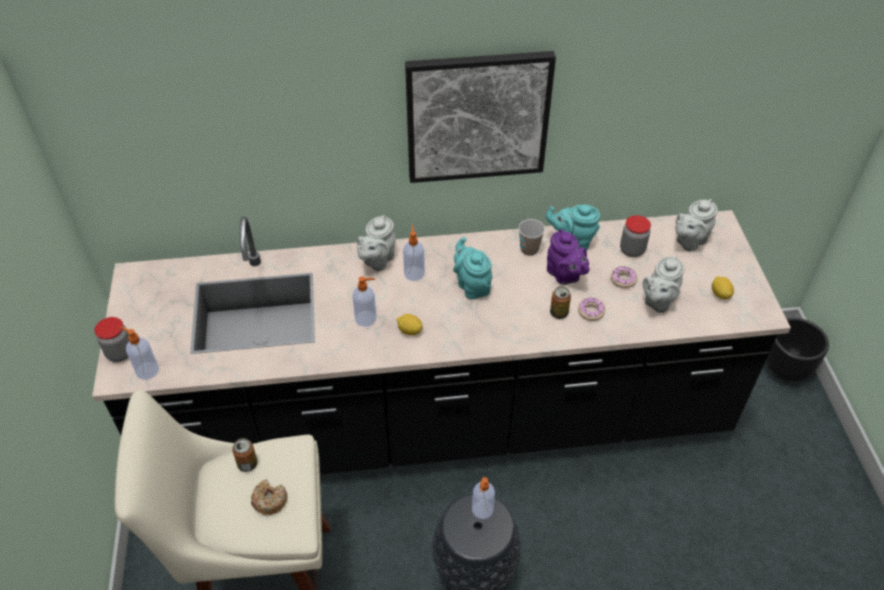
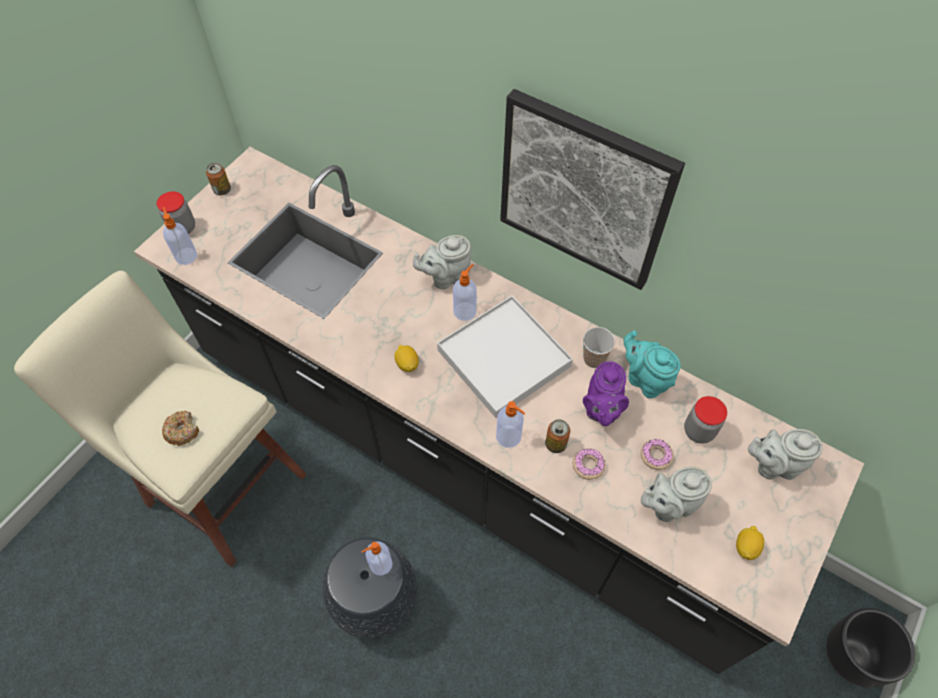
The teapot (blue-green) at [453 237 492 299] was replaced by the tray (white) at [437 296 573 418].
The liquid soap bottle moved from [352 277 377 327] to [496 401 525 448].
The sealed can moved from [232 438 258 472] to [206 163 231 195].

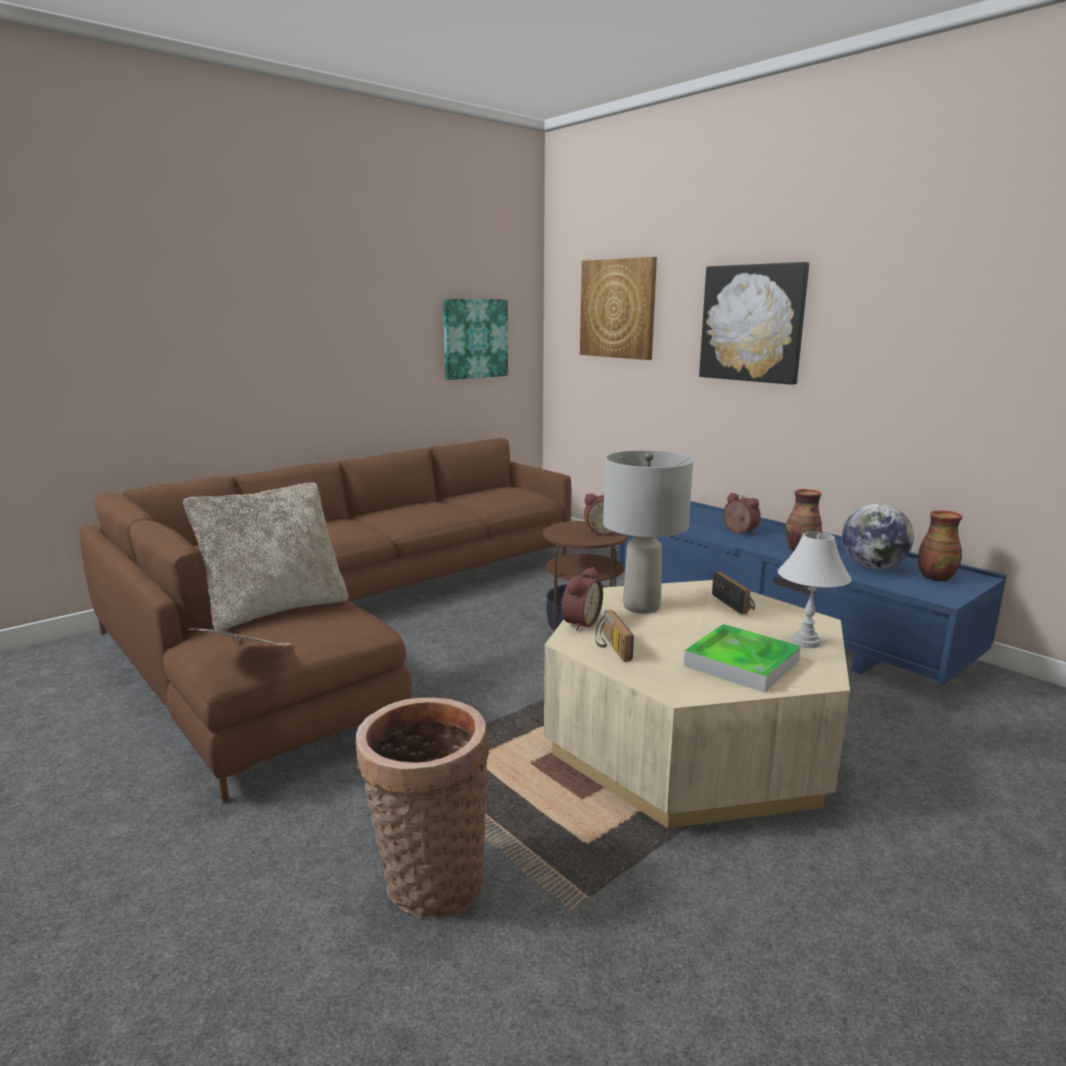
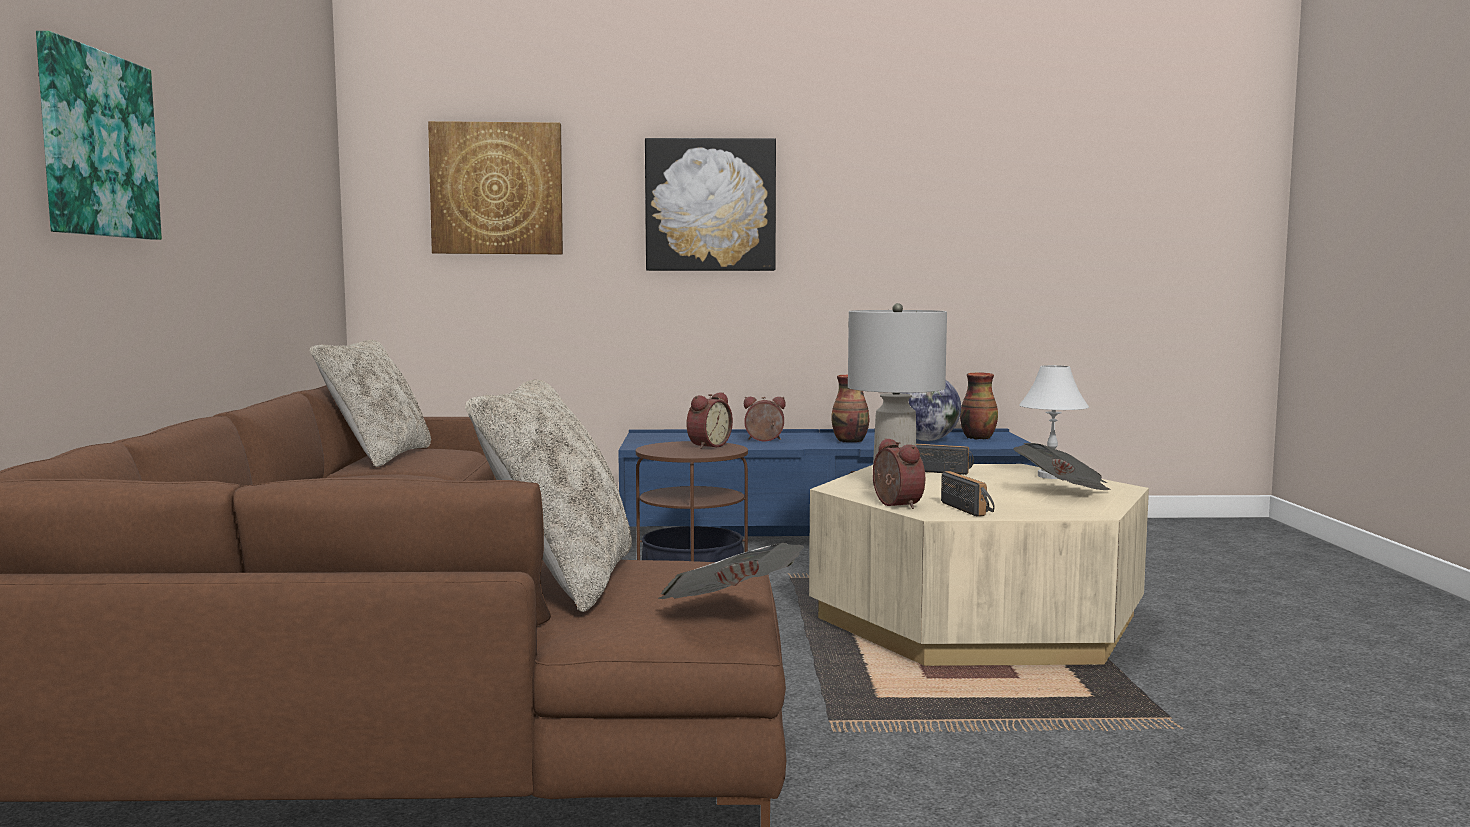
The wall picture moved from [443 299 508 380] to [36 31 162 240].
The radio receiver at [595 610 634 662] turned 135 degrees counterclockwise.
The tray at [684 624 801 693] was replaced by the newspaper at [1013 443 1111 490].
The household basket at [356 698 489 919] disappeared.
The pillow (beige-coloured) at [310 339 431 467] appeared.

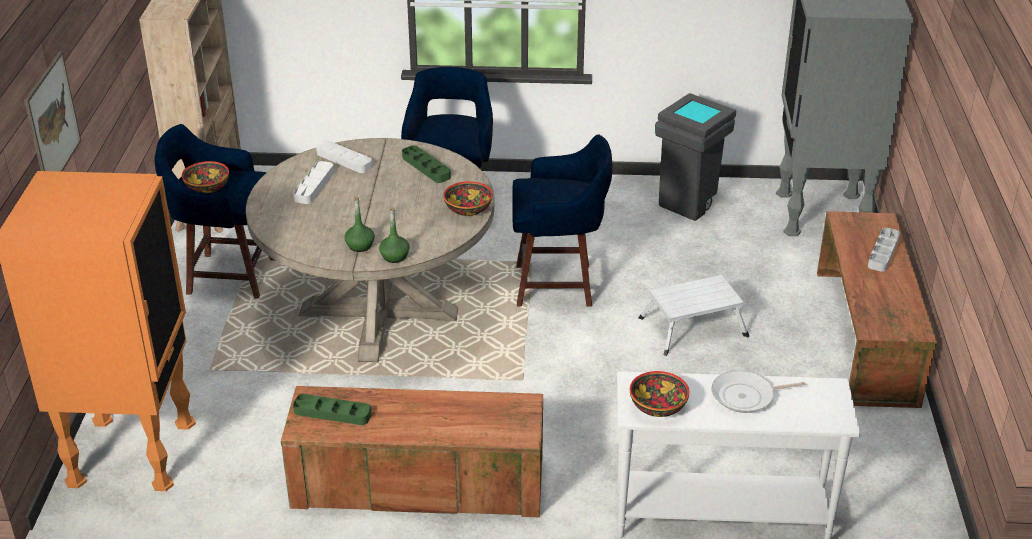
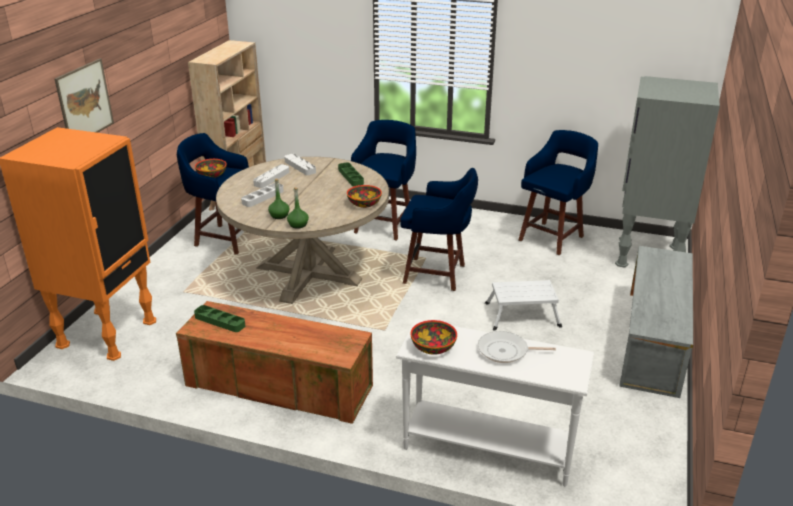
The trash can (gray) at [655 93 736 221] was replaced by the stool seat (blue) at [518 130 598 255].
The long seat (brownish) at [817 211 937 408] became the long seat (gray) at [619 246 693 398].
The tray (gray) moved from [868 228 900 272] to [241 183 284 207].

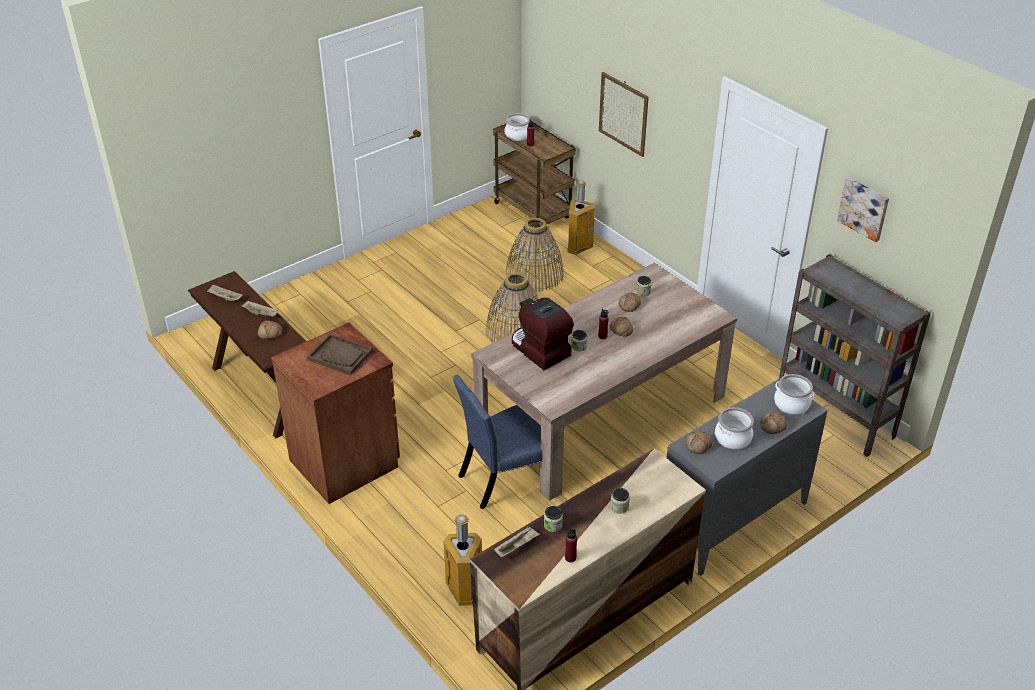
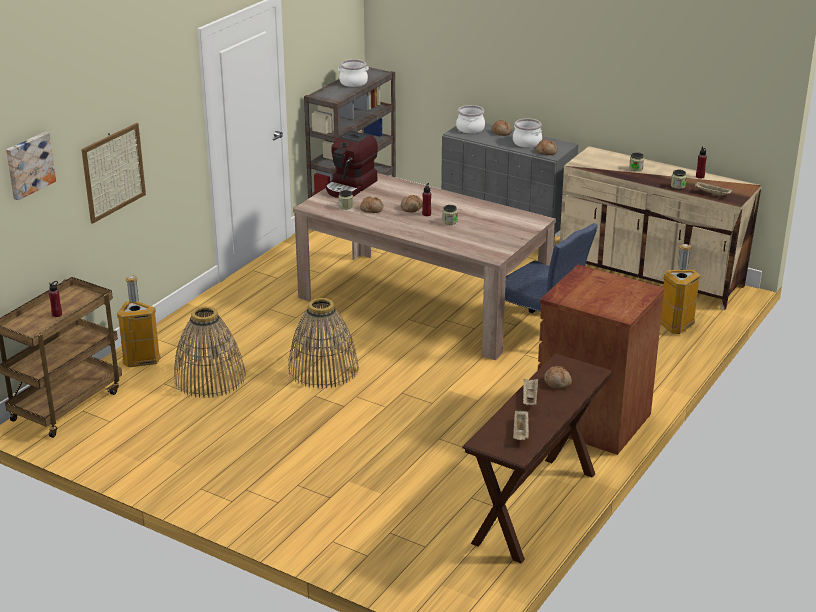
The stockpot moved from [505 113 530 141] to [338 59 369 87].
The wall picture moved from [837 178 889 242] to [6 132 56 200].
The coffee brewer moved from [512 298 574 370] to [325 130 378 198].
The tray (brownish) at [307 333 373 376] disappeared.

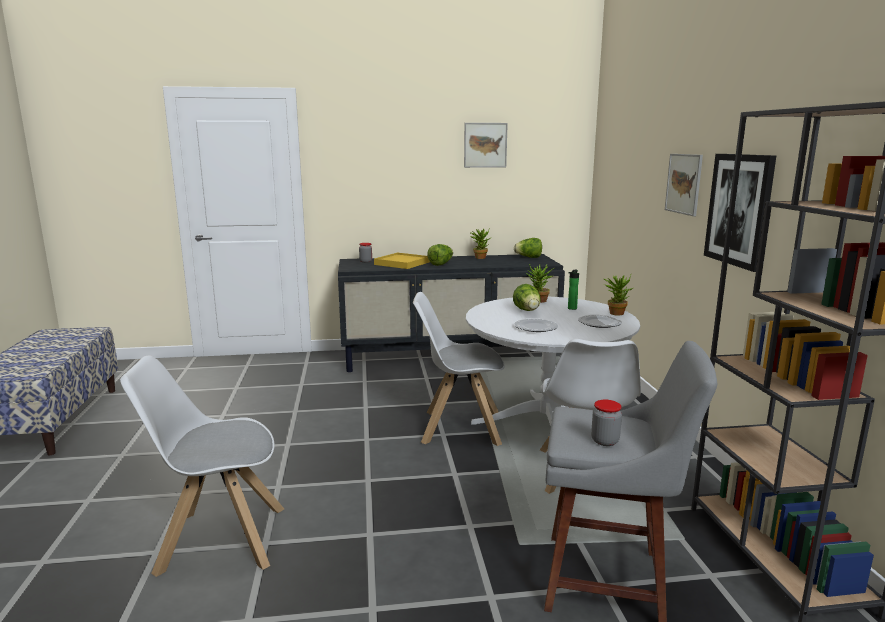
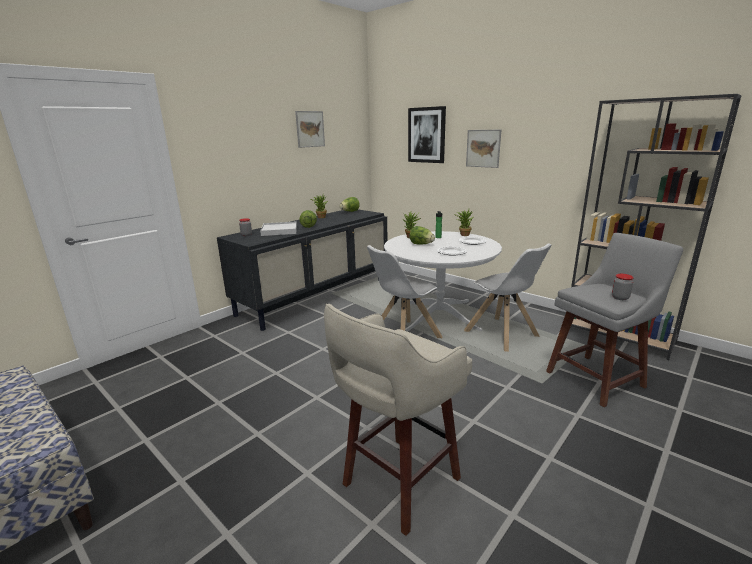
The wall picture moved from [704 154 776 272] to [408 106 446 163].
The tray (yellow) at [374 253 430 269] became the tray (white) at [260 222 297 236].
The chair at [120 356 284 577] was replaced by the stool seat (beige-coloured) at [324 304 472 536].

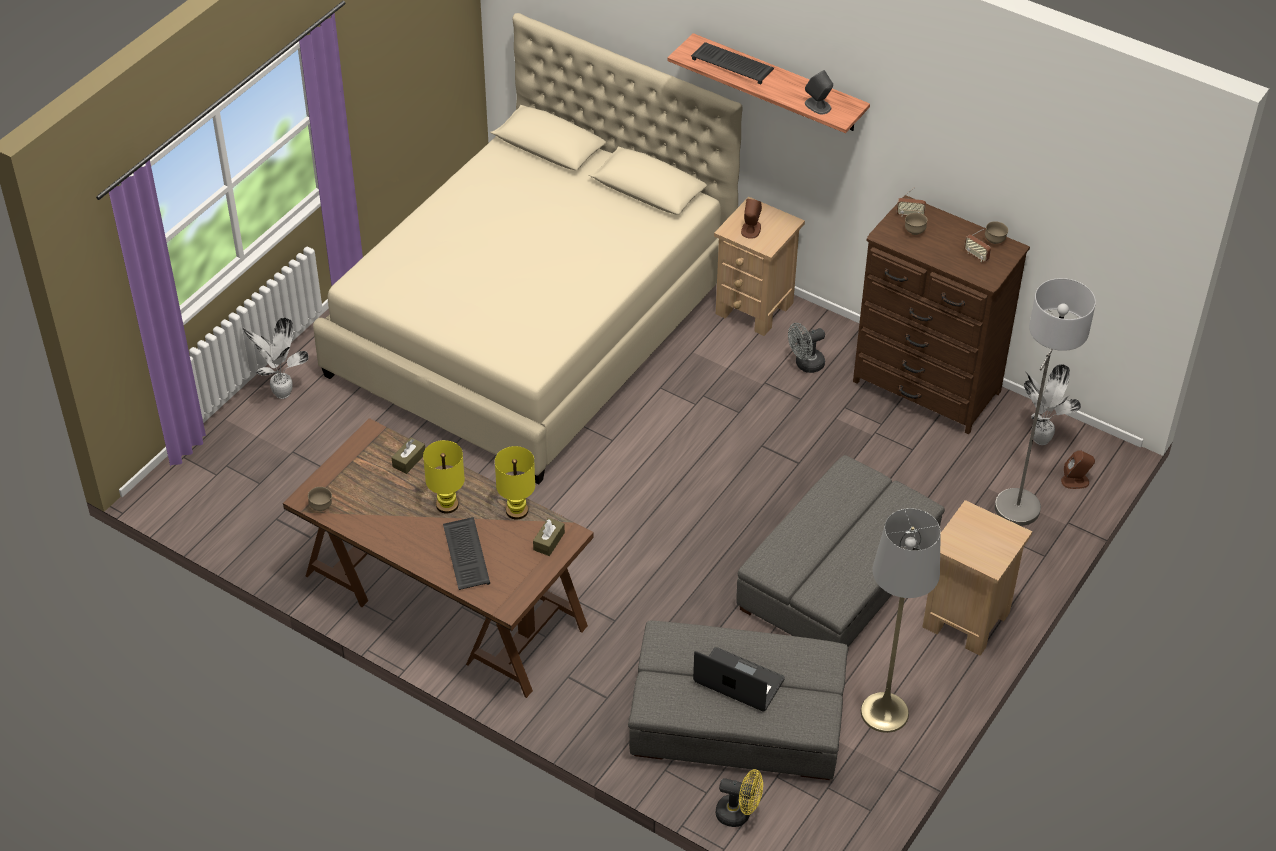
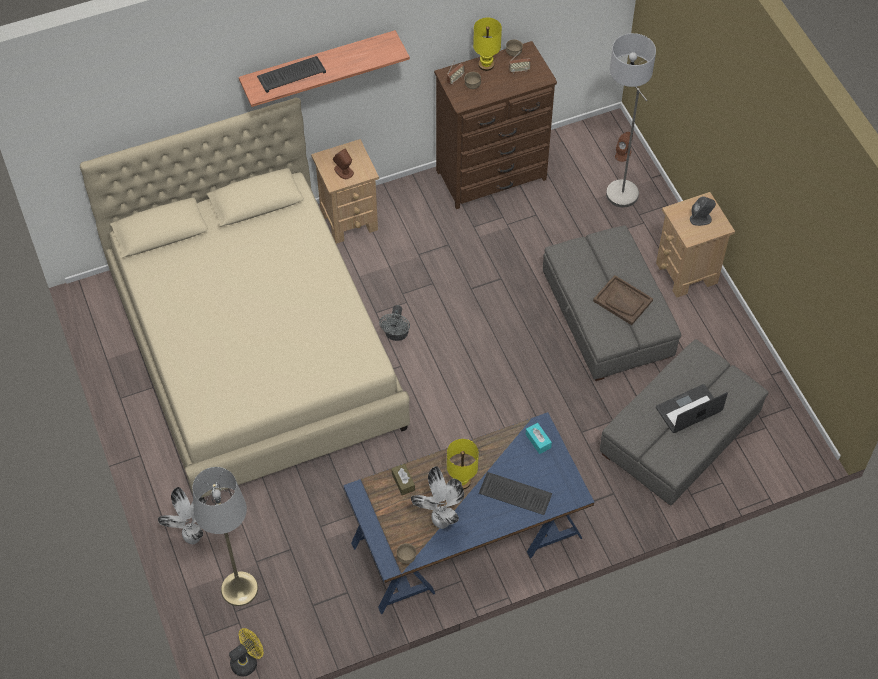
The loudspeaker (gray) moved from [805 70 833 114] to [690 196 716 226].
The fan (gray) moved from [788 323 825 373] to [379 305 410 341].
The houseplant moved from [1024 364 1081 445] to [411 466 464 529].
The desk unit (brownish) at [283 418 594 698] became the desk unit (blue) at [344 412 594 614].
The table lamp (yellow) moved from [495 446 535 519] to [473 18 502 71].
The floor lamp (gray) moved from [861 508 941 733] to [192 467 258 606].
The box of tissues (brownish) at [533 518 565 556] became the box of tissues (blue-green) at [525 423 552 454].
The fan (yellow) moved from [716 769 763 827] to [229 628 264 676].
The tray (brownish) at [593 275 653 325] appeared.

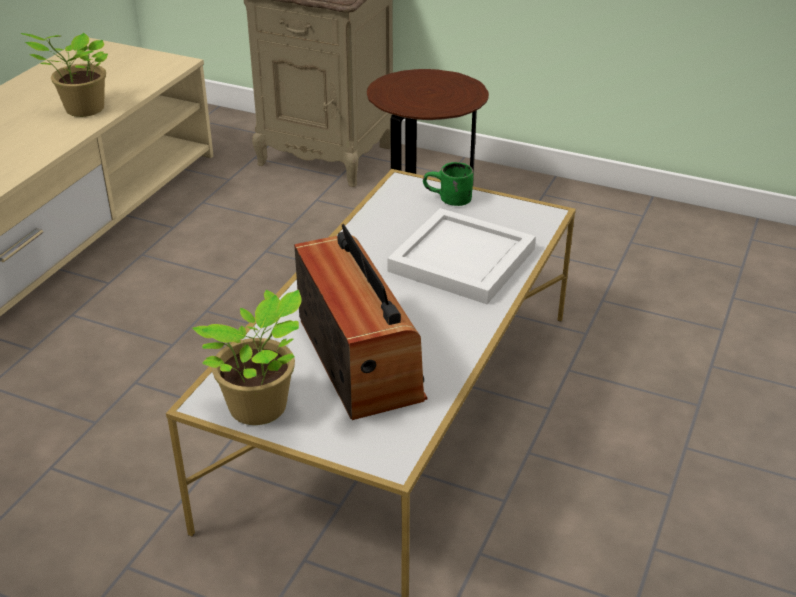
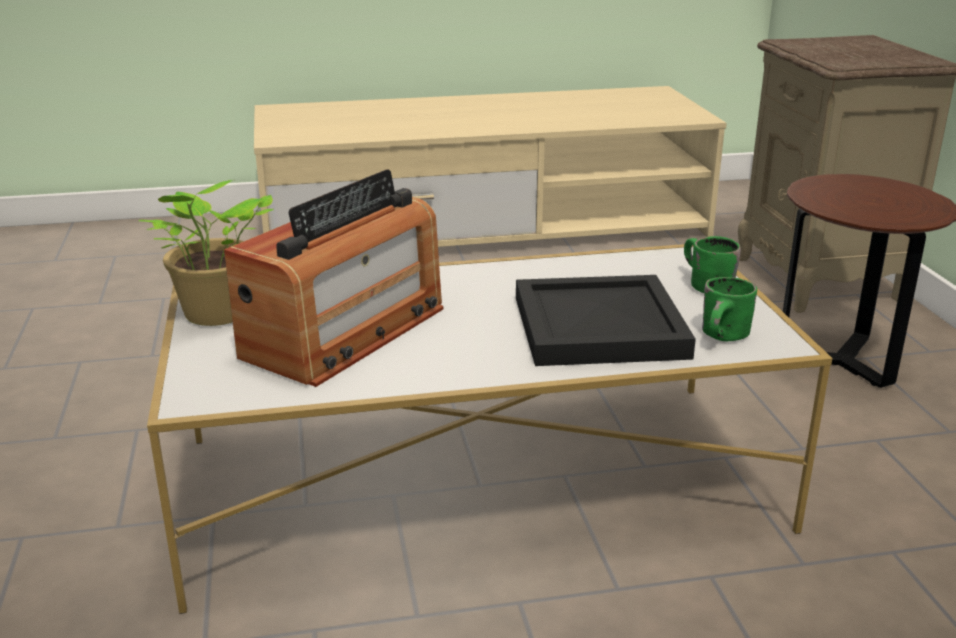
The houseplant at [20 33 108 117] disappeared.
The tray (white) at [387 208 536 304] became the tray (black-coloured) at [516 275 696 366].
The tea mug (green-coloured) at [702 277 757 341] appeared.

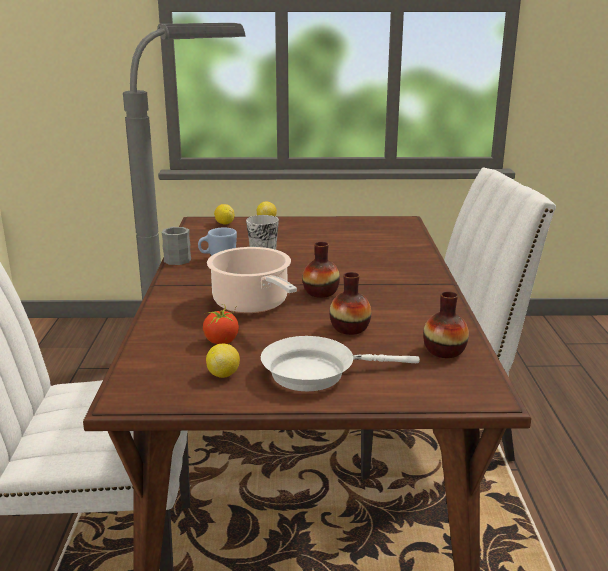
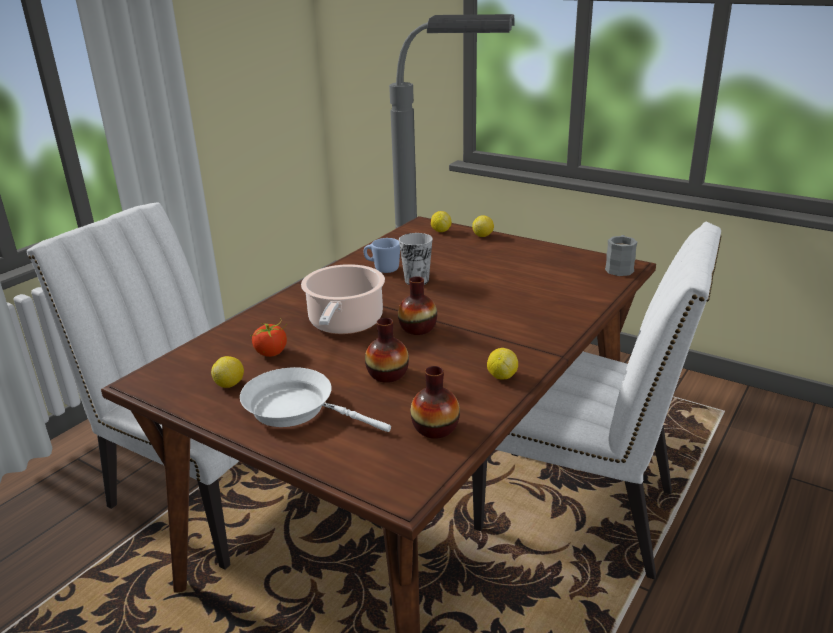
The tea mug (gray) moved from [161 227 191 265] to [605 235 638 276].
The whole lemon at [487 348 518 379] appeared.

